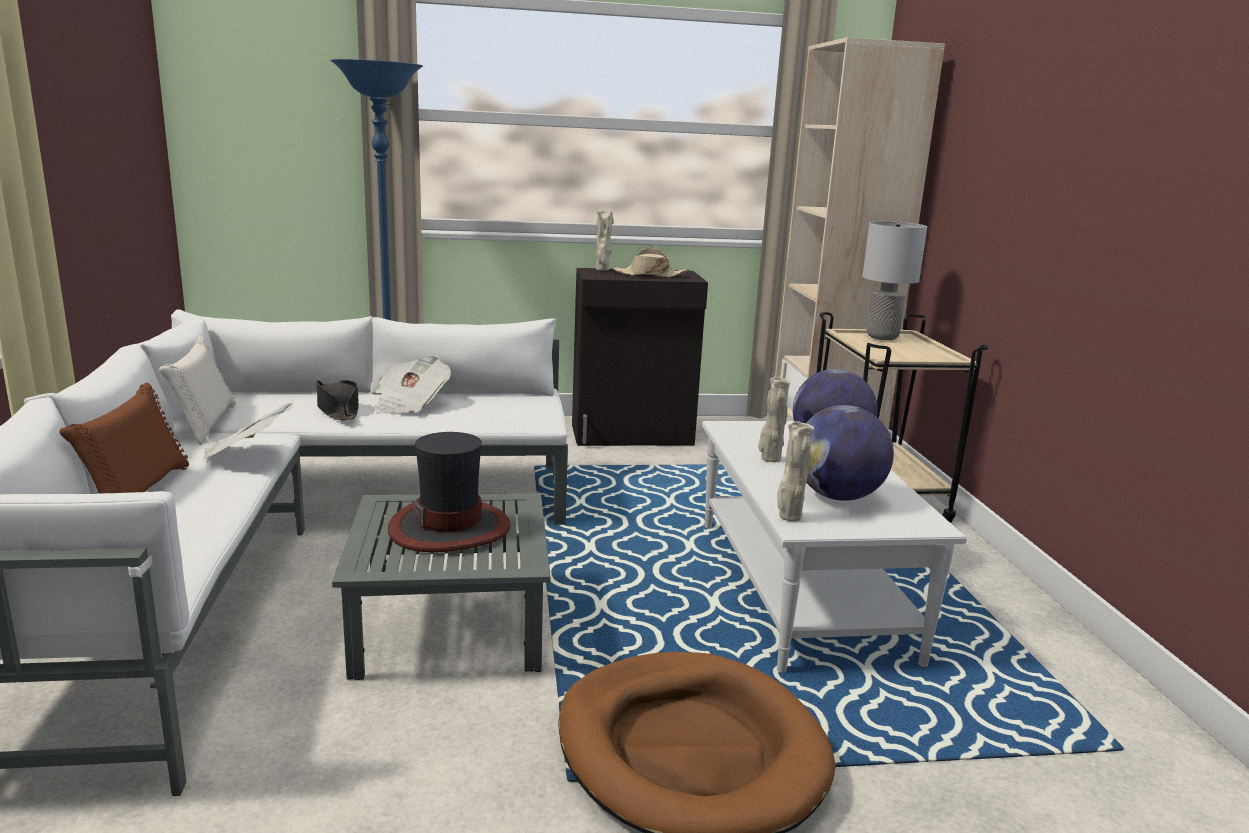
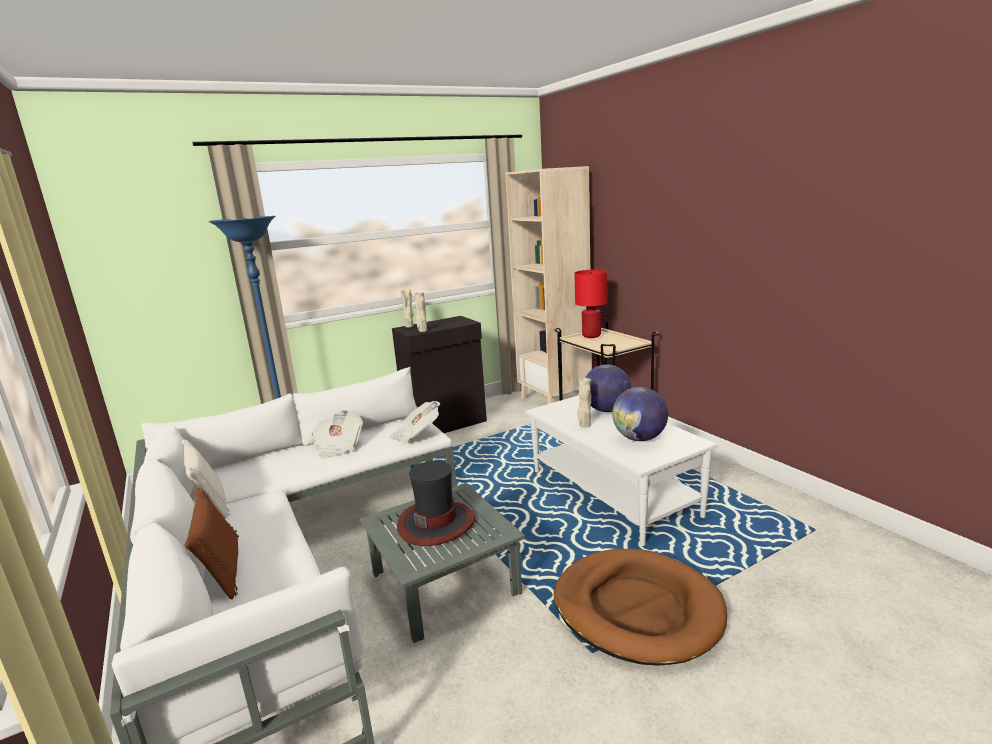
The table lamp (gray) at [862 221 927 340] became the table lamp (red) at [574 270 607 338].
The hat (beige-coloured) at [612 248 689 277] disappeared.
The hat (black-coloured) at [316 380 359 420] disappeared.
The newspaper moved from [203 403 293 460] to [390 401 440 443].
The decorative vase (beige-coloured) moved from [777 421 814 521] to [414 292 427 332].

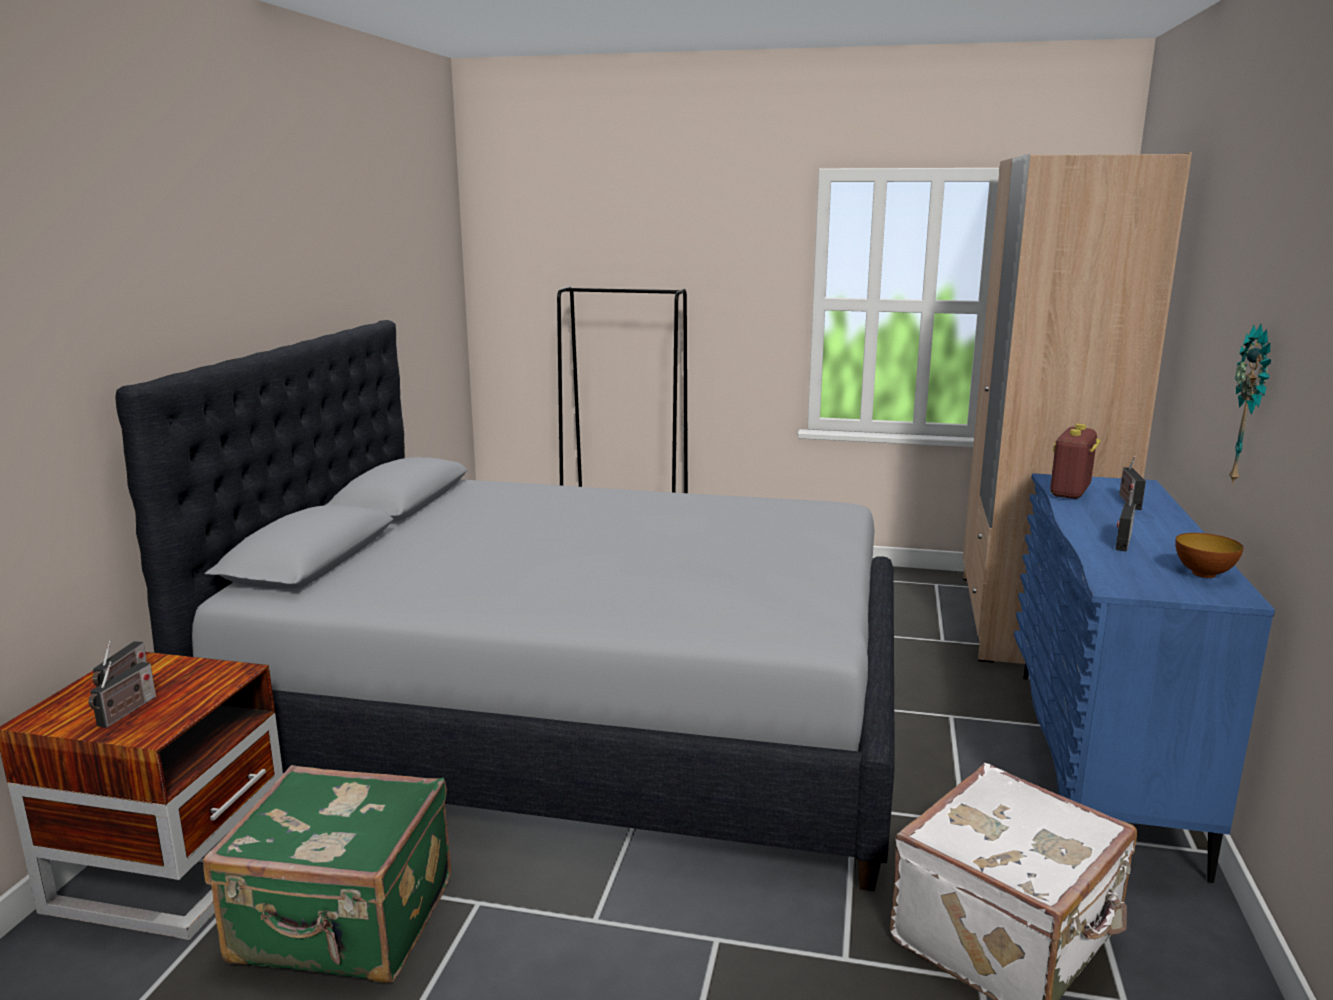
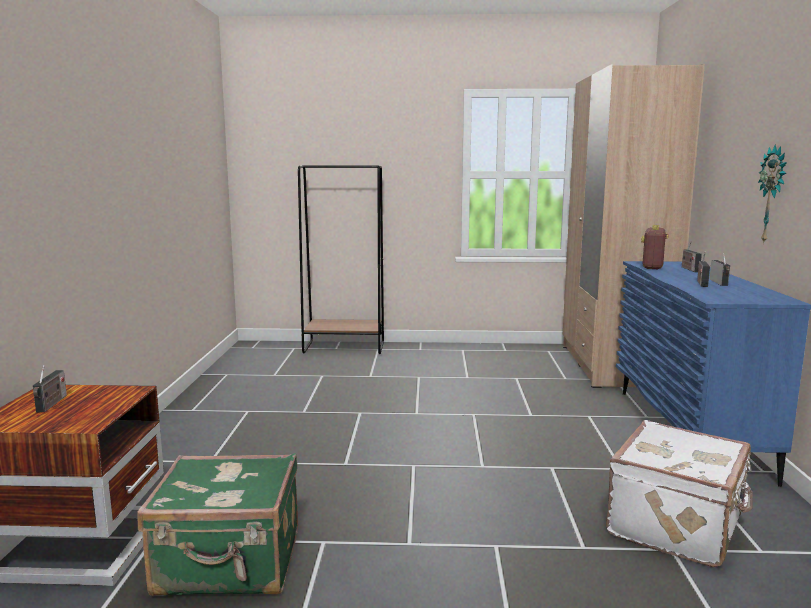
The bedroom bed (gray) at [115 320 895 891] disappeared.
The serving bowl at [1175 533 1244 578] disappeared.
The radio receiver moved from [88 661 156 728] to [709 252 730 286].

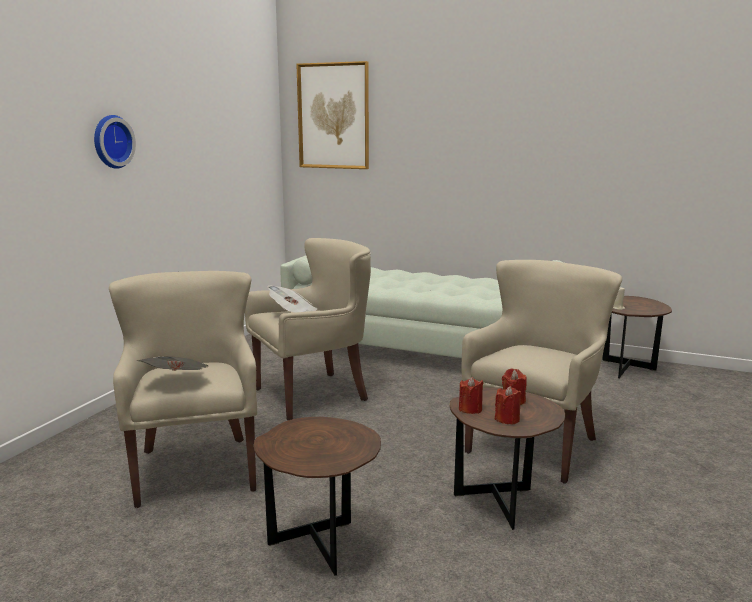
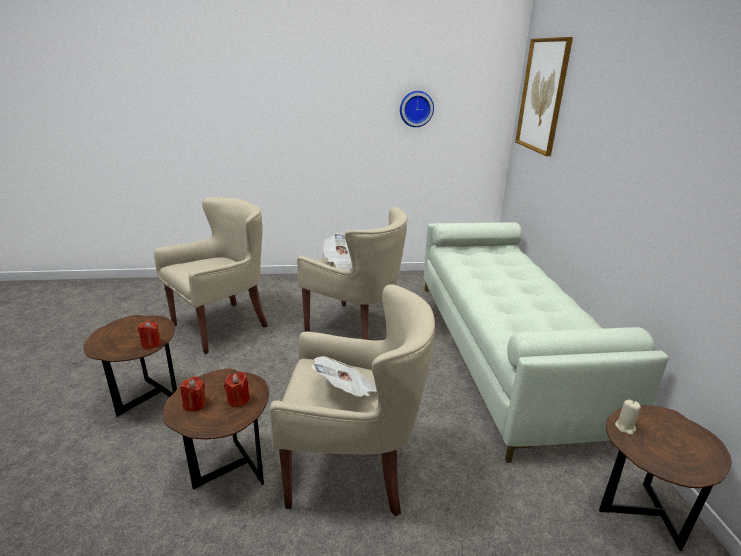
The clock on the wall moved from [94 115 136 169] to [400 91 434 127].
The newspaper moved from [137 356 208 371] to [311 356 377 397].
The wax candle (red) moved from [459 377 484 414] to [138 320 161 349].

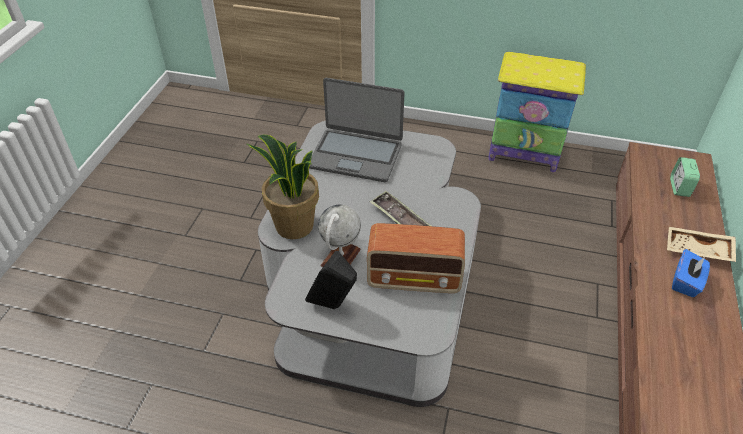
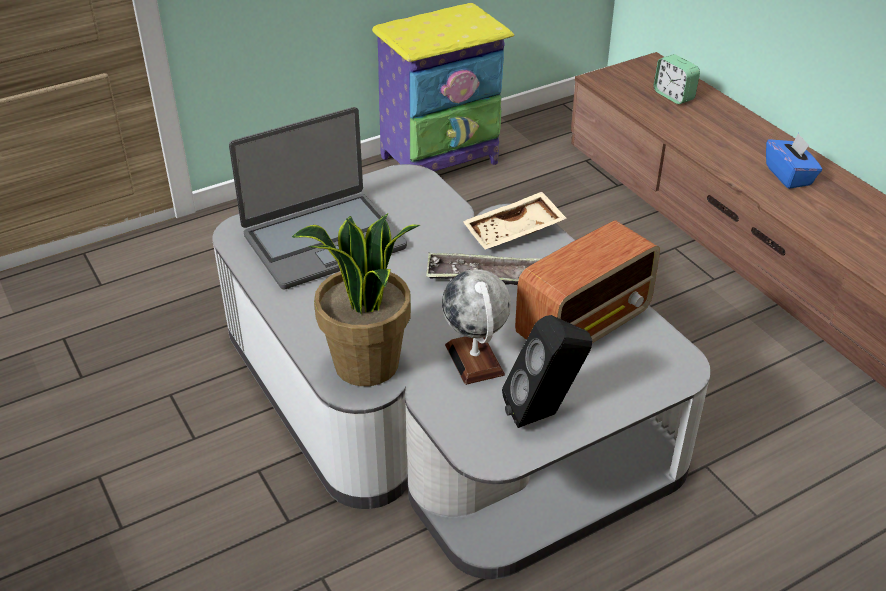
The tray (beige-coloured) moved from [667 227 736 262] to [463 192 567 249].

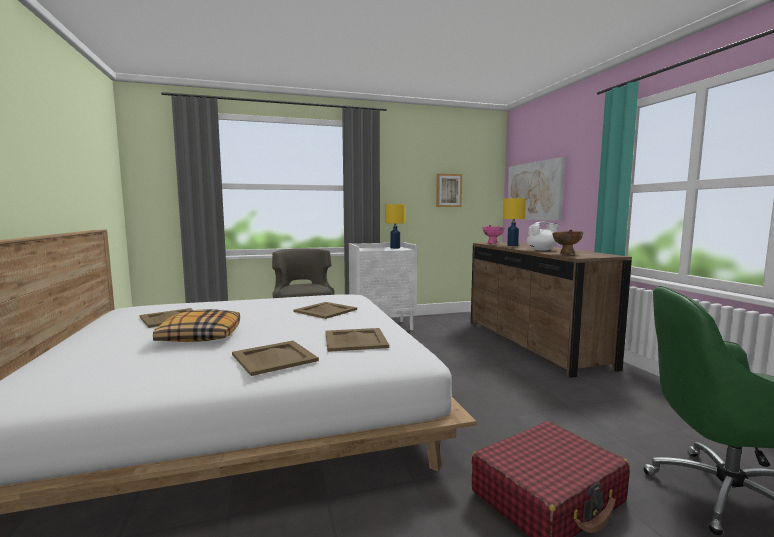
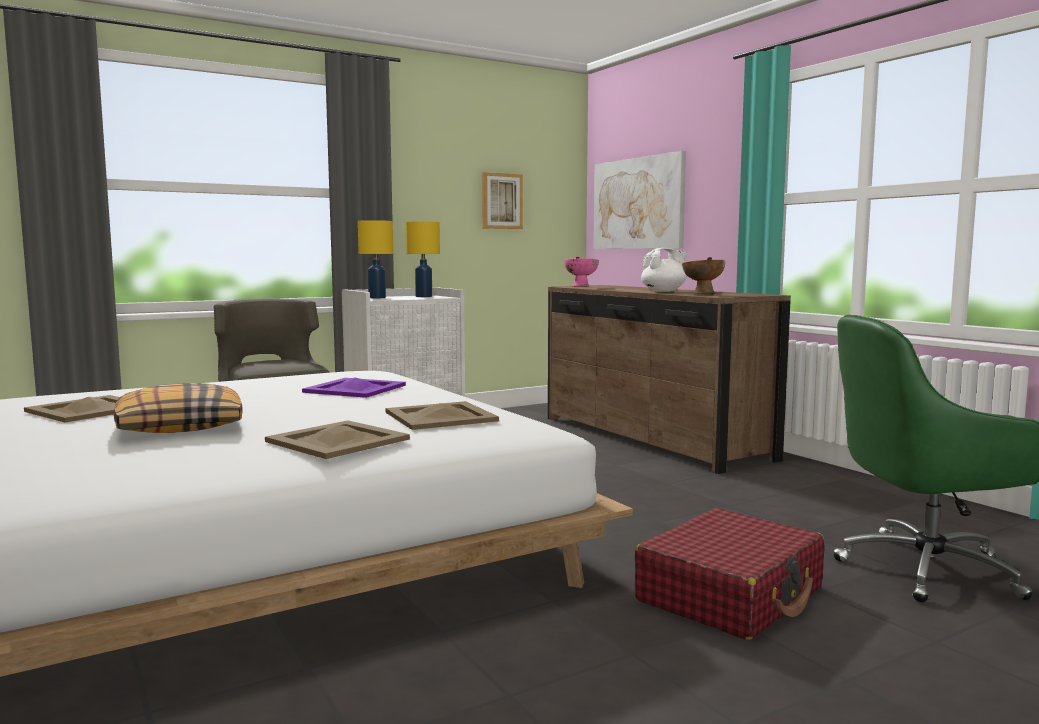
The table lamp (yellow) moved from [503 198 526 246] to [358 220 393 298].
The tray (beige-coloured) at [294 302 357 319] became the tray (purplish) at [302 378 406 398].

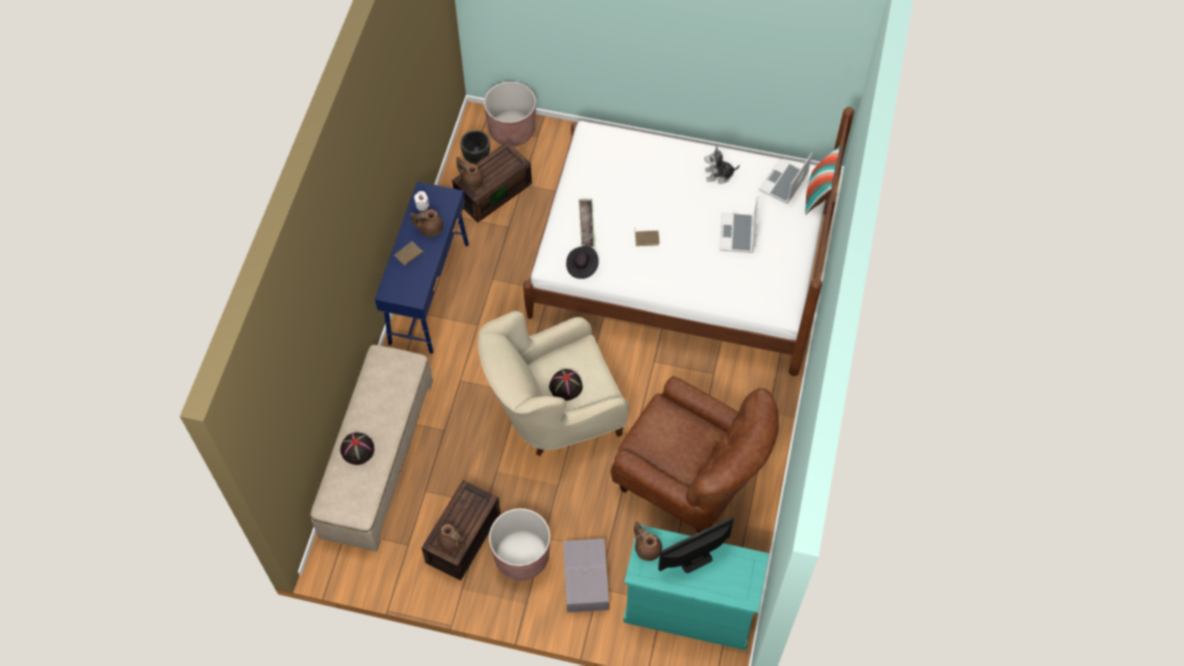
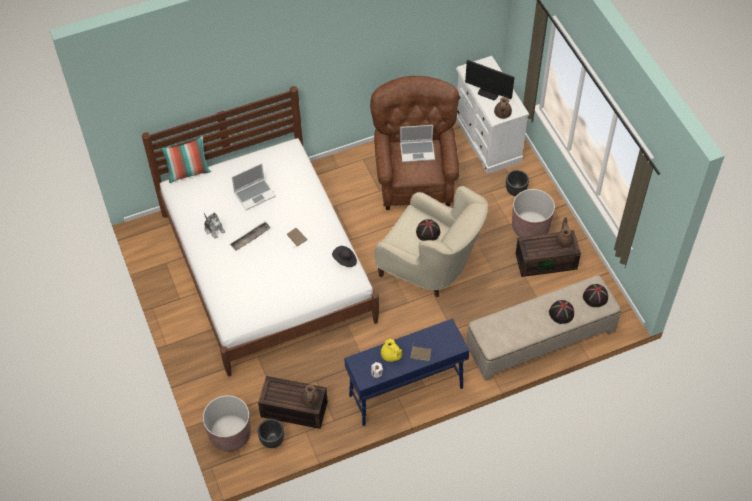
The notebook computer moved from [758 153 812 204] to [400 125 435 162].
The tray moved from [579 199 595 247] to [230 222 271 251].
The teapot (brownish) at [410 209 443 237] became the teapot (yellow) at [381 339 402 362].
The drawer chest (blue-green) at [623 525 769 650] became the drawer chest (white) at [456 56 529 174].
The storage box (gray) at [563 539 609 613] was replaced by the flower pot (black-coloured) at [506 170 529 196].
The hat (black-coloured) at [583 284 608 307] appeared.

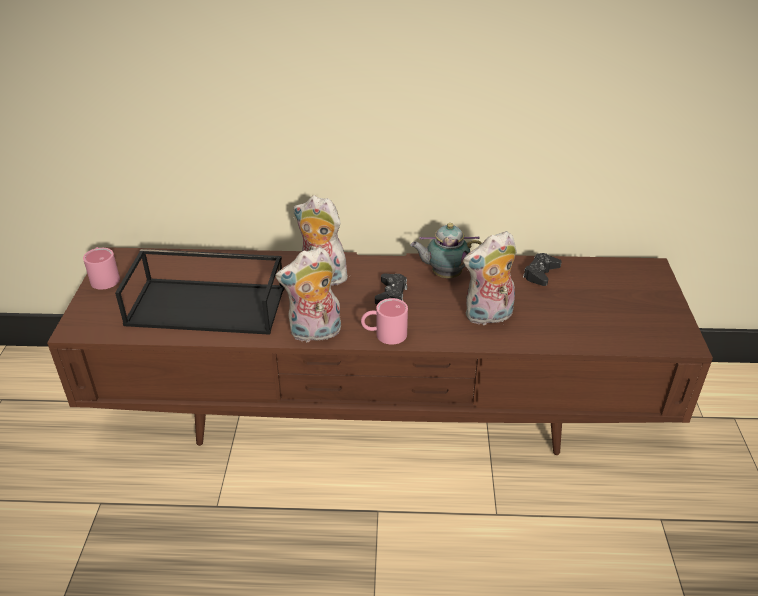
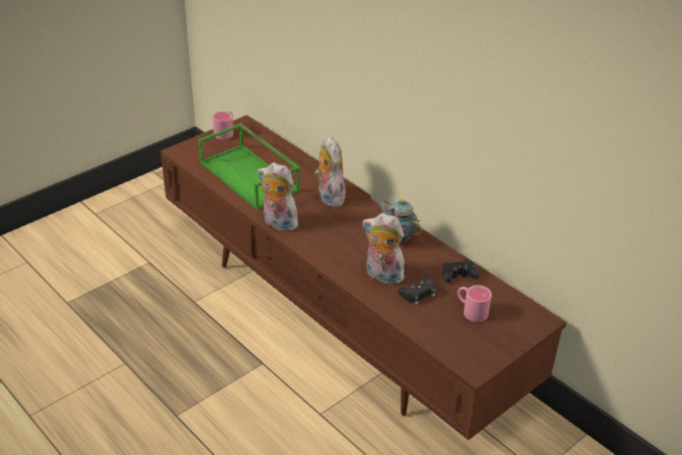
The tray (black-coloured) at [115 249 285 335] became the tray (green-coloured) at [198 123 300 210].
The game controller (black-coloured) moved from [375 274 407 305] to [398 276 436 305].
The tea mug (pink) moved from [361 298 408 345] to [458 285 492 322].

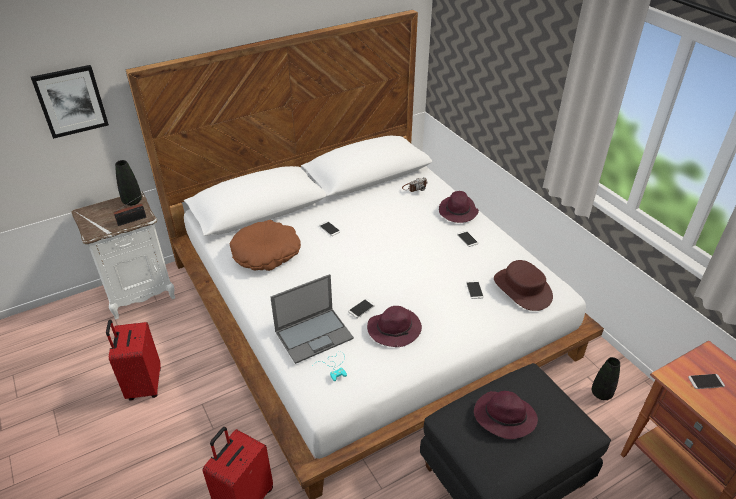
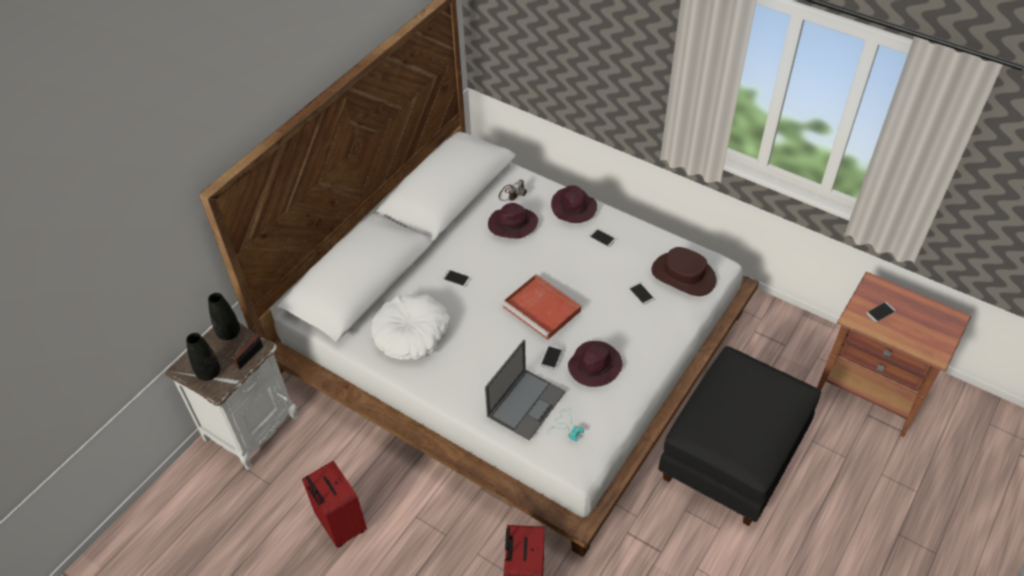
The wall picture at [31 65 109 139] disappeared.
The pillow (brownish) at [230 220 301 271] became the pillow (white) at [371 294 450 360].
The decorative vase (black-coloured) moved from [592 357 620 400] to [186 333 220 381].
The hat (purplish) moved from [474 391 538 439] to [488 203 538 238].
The tray (red) at [502 274 581 340] appeared.

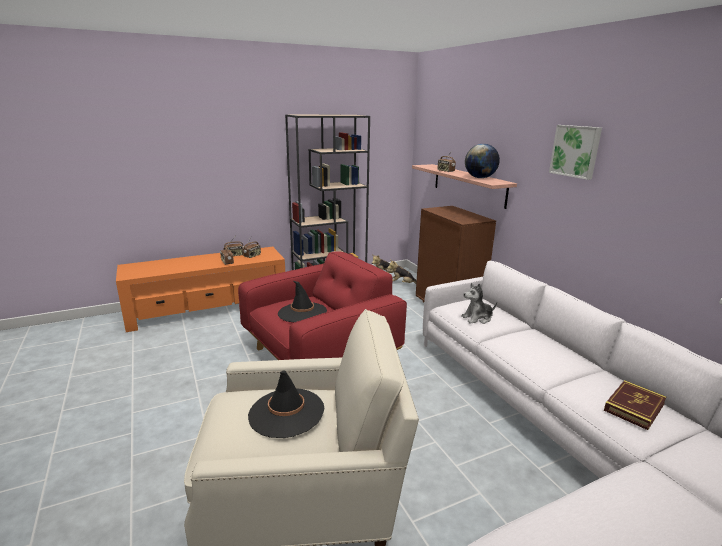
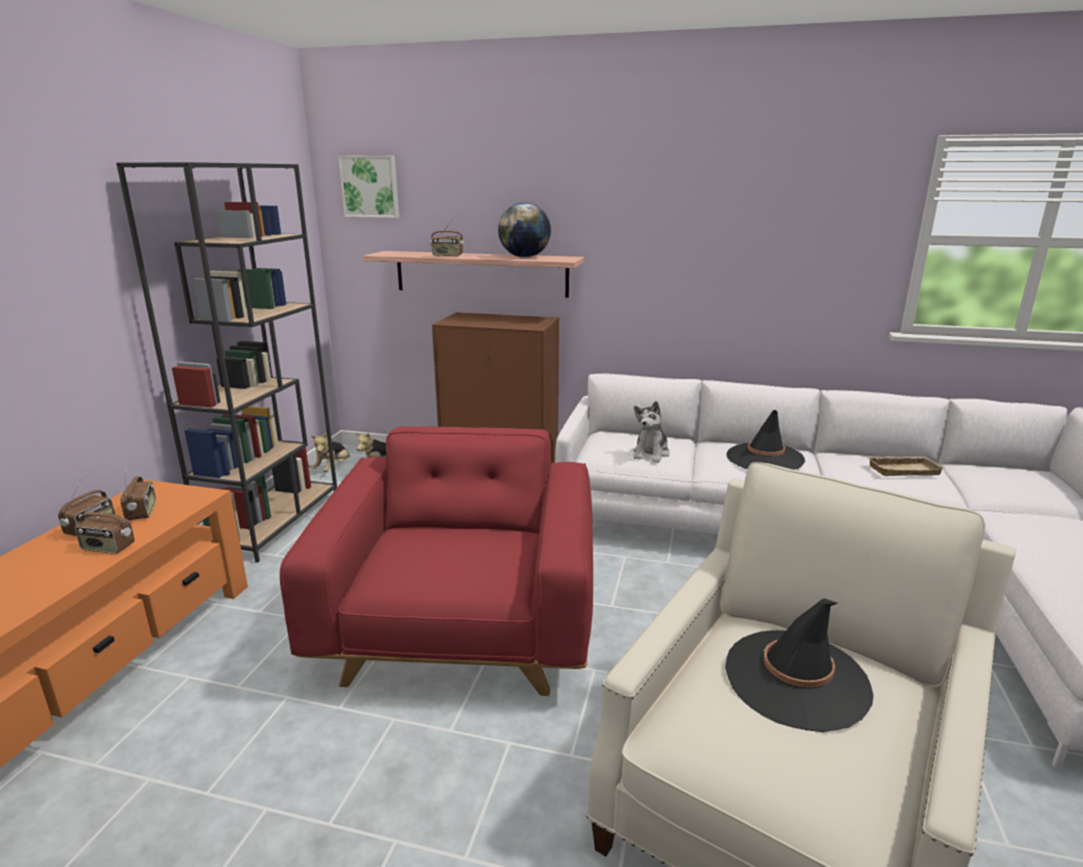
The wall picture moved from [549 125 602 180] to [338 156 399 218].
The hat (black-coloured) moved from [278 281 327 323] to [726 410 805 470].
The book at [604 380 666 430] was replaced by the tray (beige-coloured) at [867 456 945 476].

